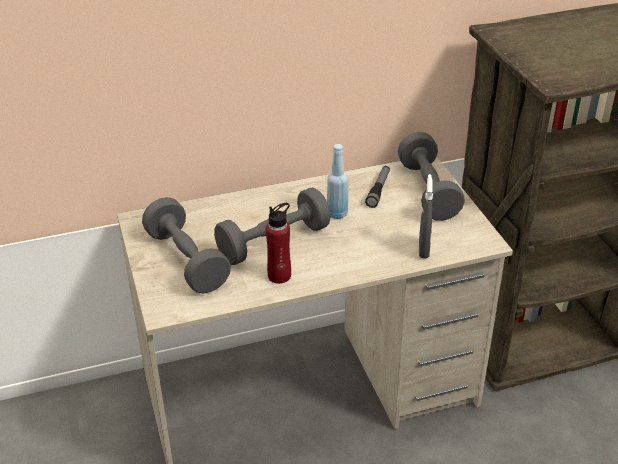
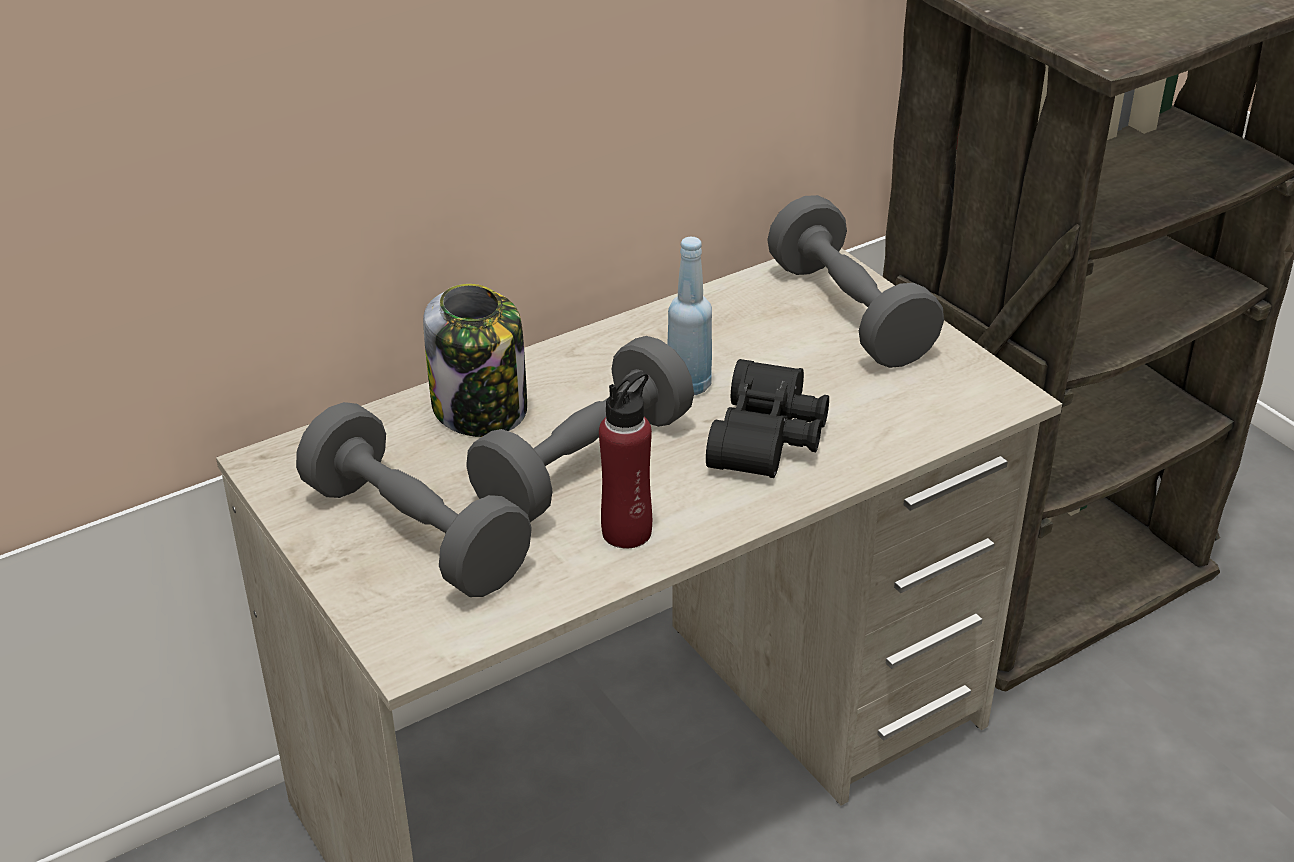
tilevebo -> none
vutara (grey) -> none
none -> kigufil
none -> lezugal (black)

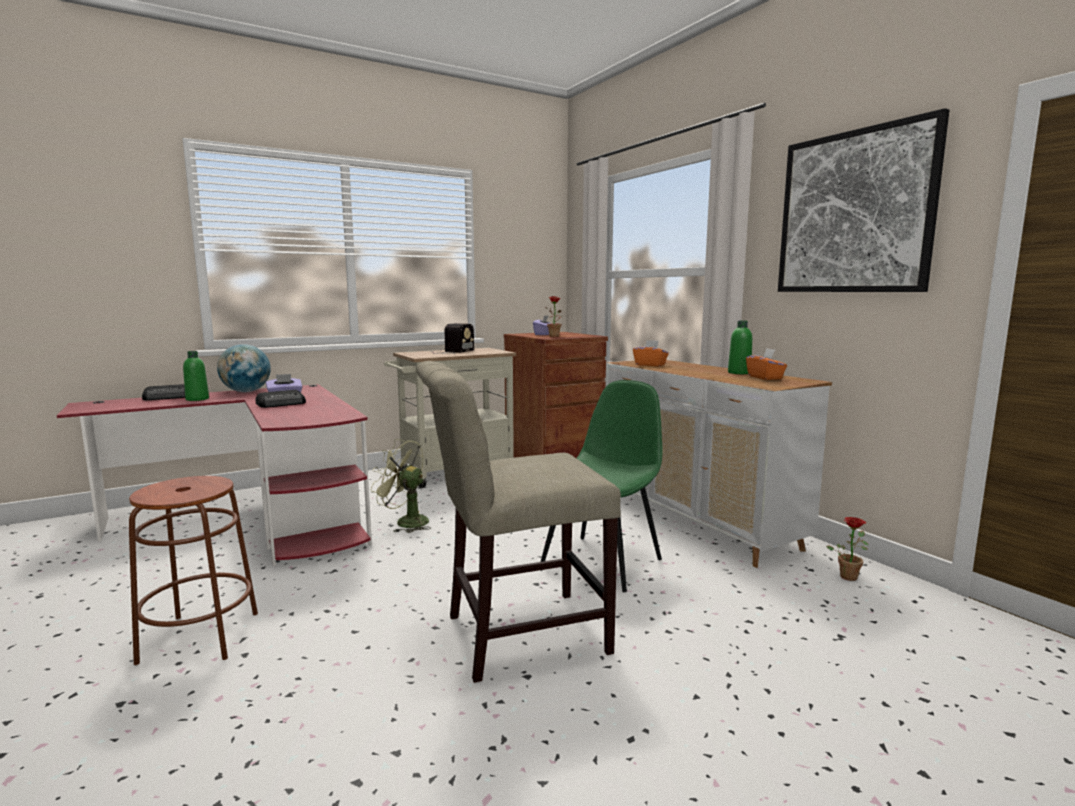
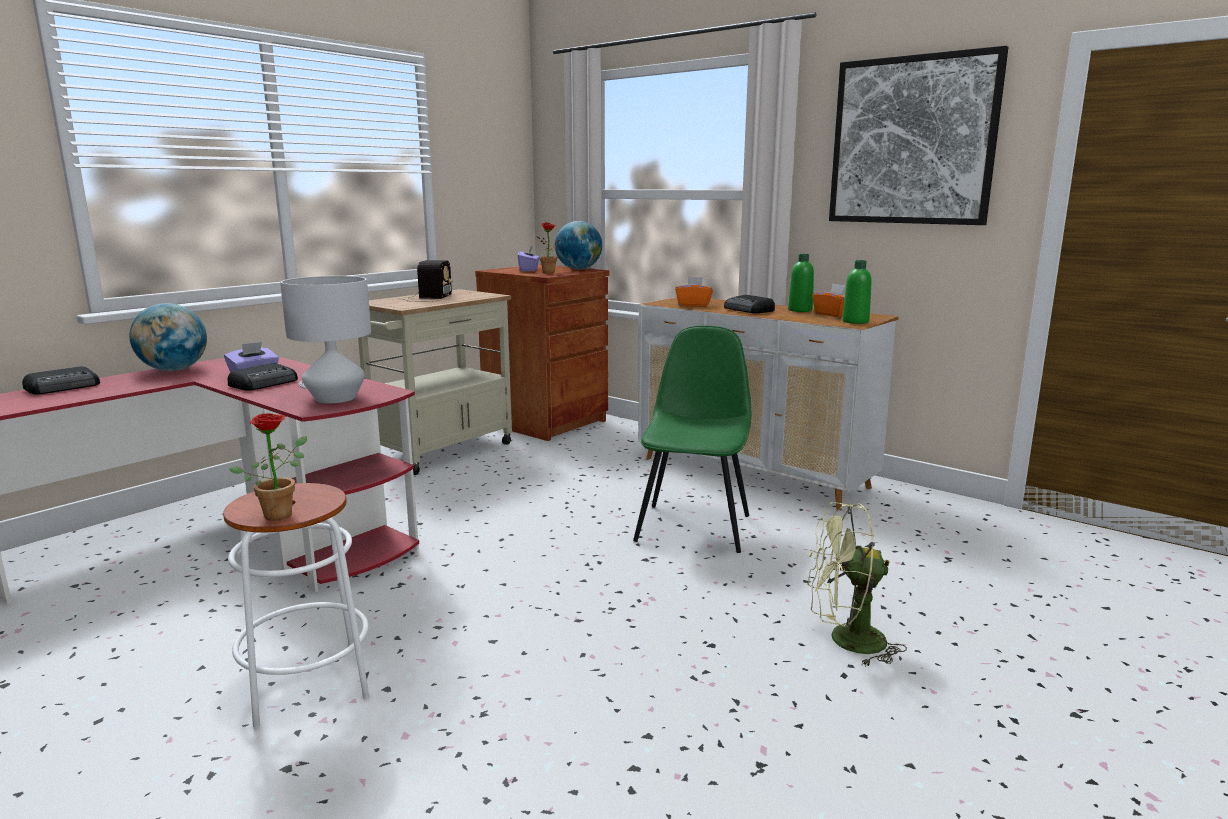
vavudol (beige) -> none
none -> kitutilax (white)
none -> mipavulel (no. 2 from left)
none -> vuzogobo (no. 4 from left)
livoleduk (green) (no. 1 from left in the first image) -> livoleduk (green) (no. 2 from left), relocated
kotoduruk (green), relocated
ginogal (no. 2 from left in the first image) -> ginogal (no. 1 from left), relocated
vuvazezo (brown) -> vuvazezo (white)

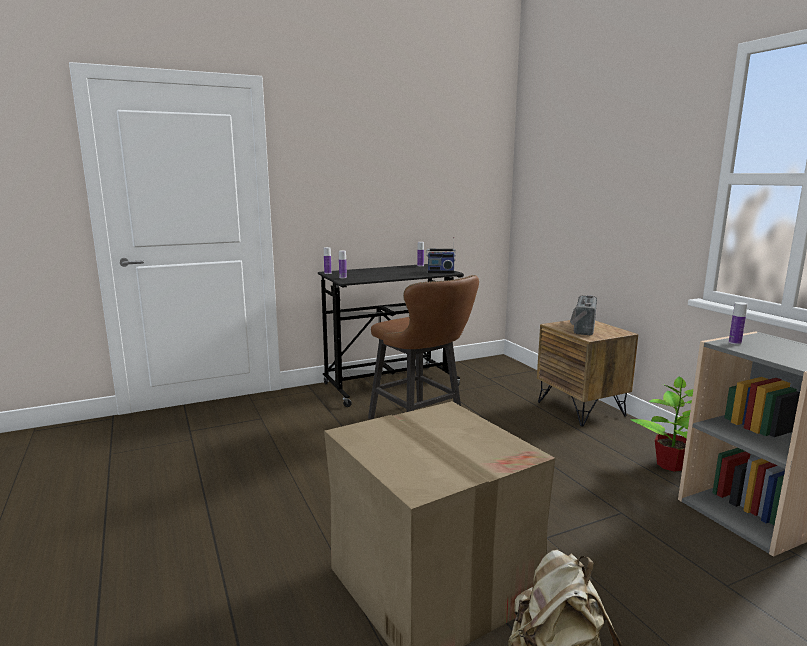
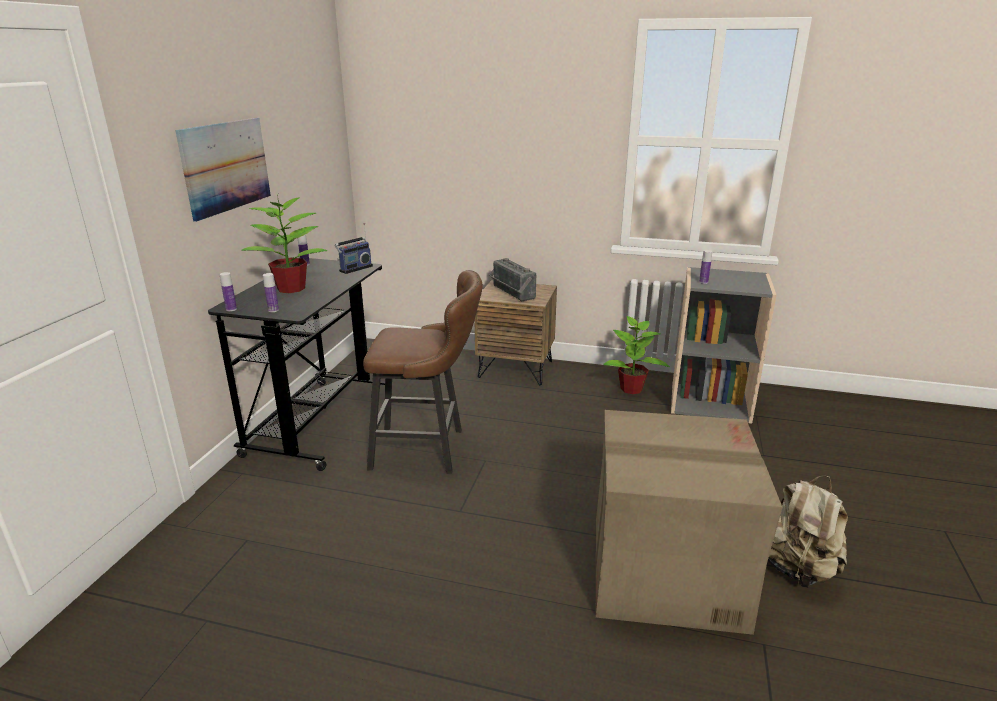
none -> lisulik
none -> ginogal (no. 1 from left)

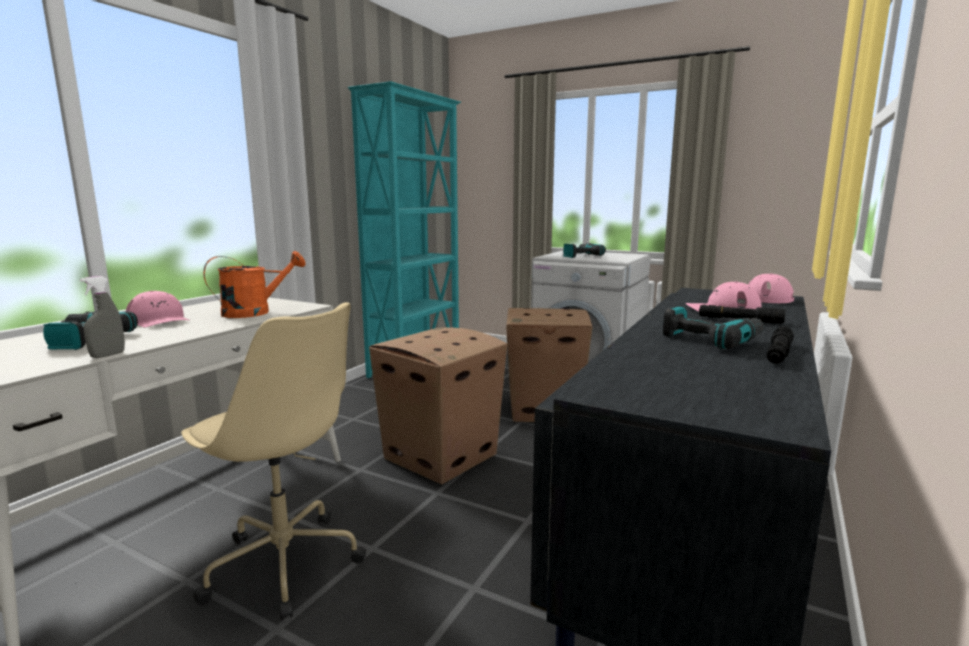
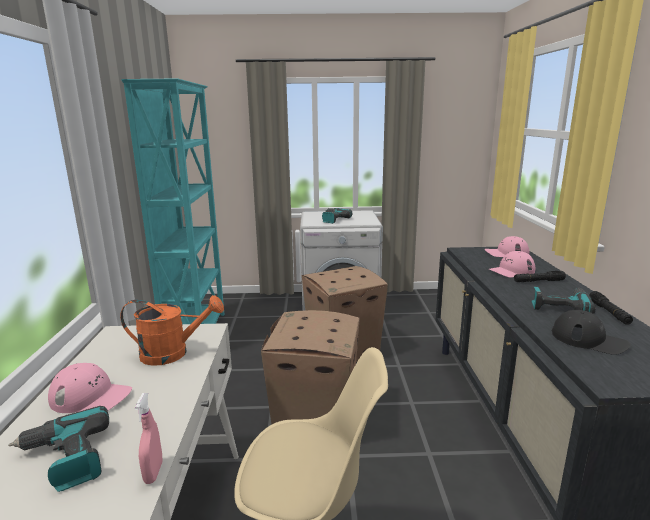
none -> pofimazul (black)
vutara (grey) -> vutara (pink)
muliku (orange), 60 degrees clockwise

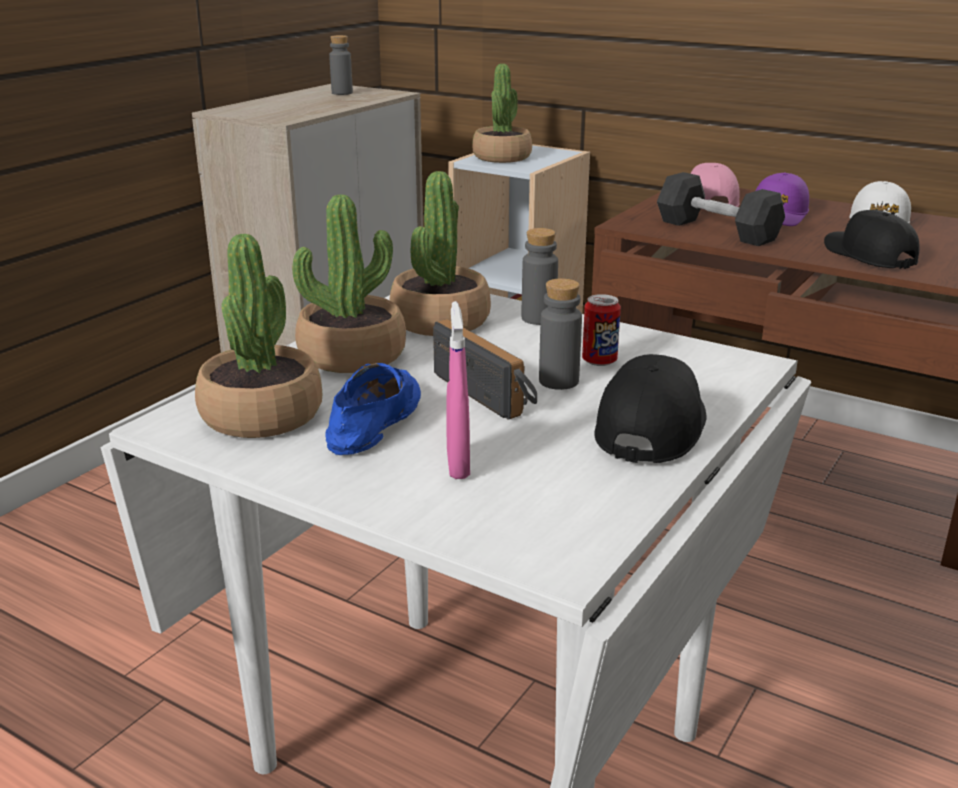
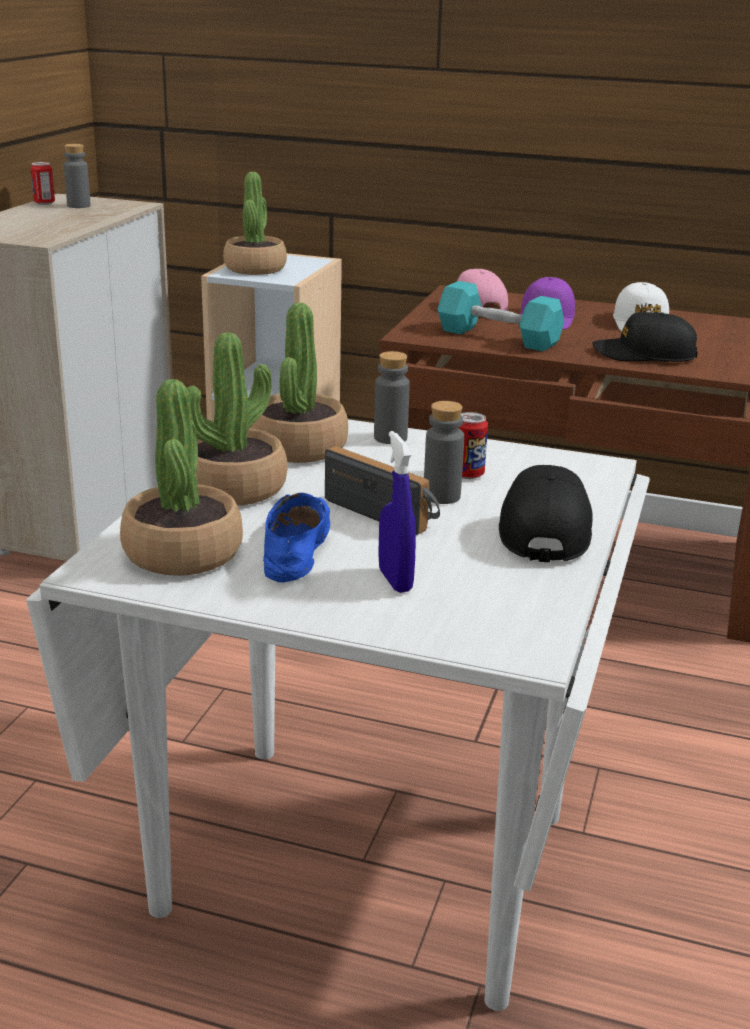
none -> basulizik (no. 1 from left)
vutara (pink) -> vutara (blue)
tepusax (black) -> tepusax (turquoise)
pofimazul (black) (no. 2 from left), 45 degrees counterclockwise

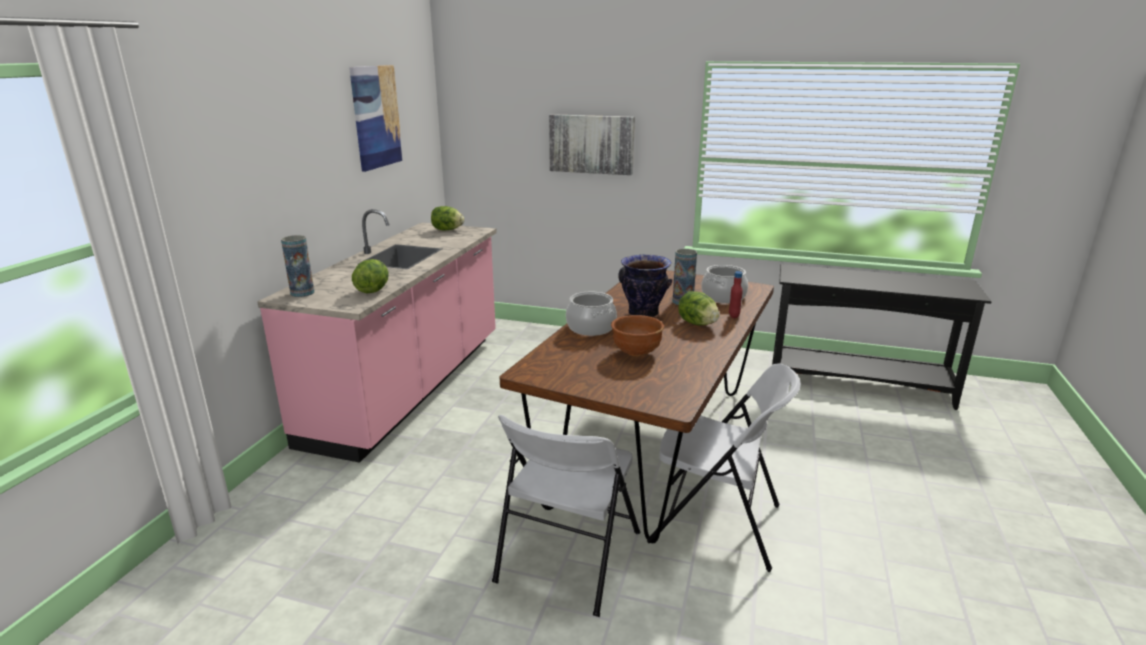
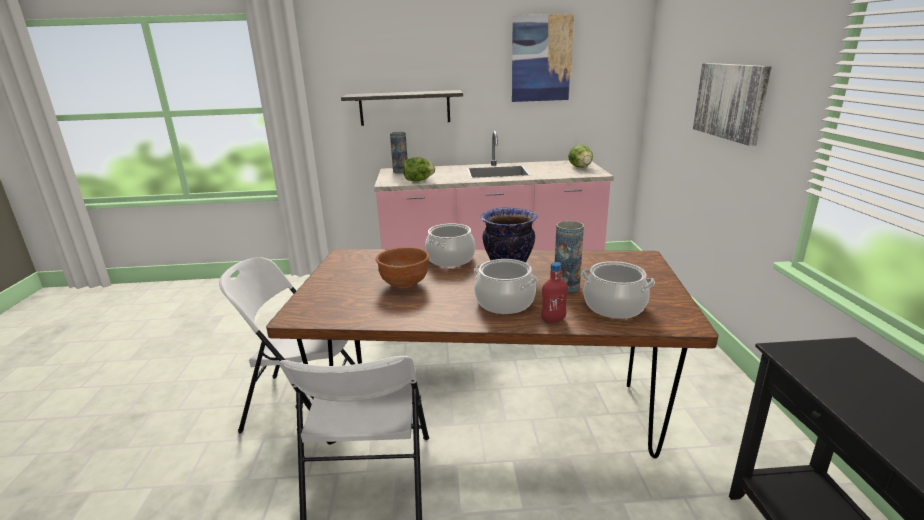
none -> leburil
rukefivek (no. 3 from left) -> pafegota (no. 2 from left)

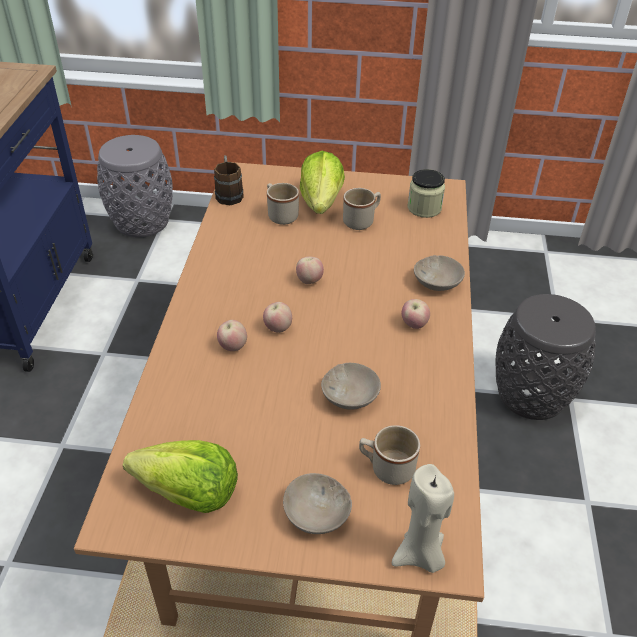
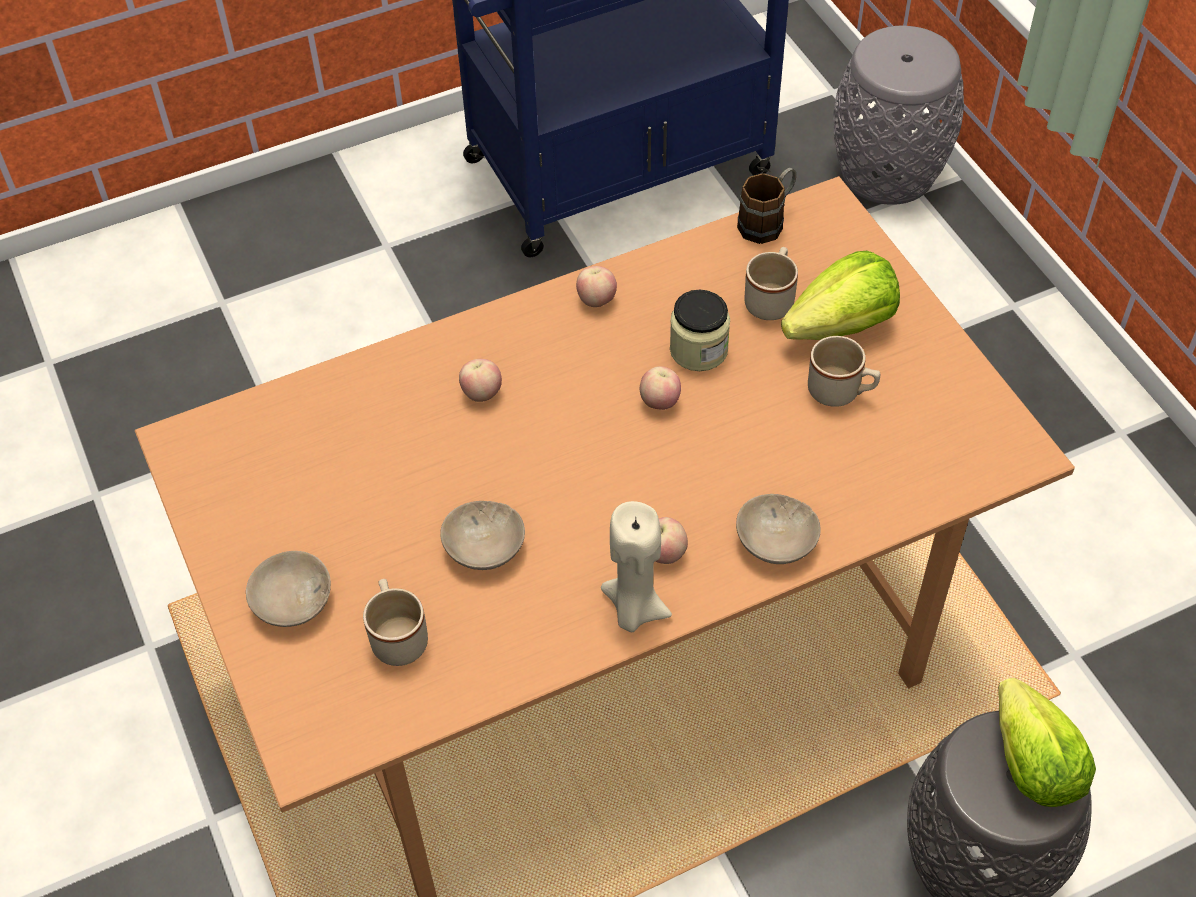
rukefivek (no. 1 from left in the first image) -> rukefivek (no. 2 from left), relocated
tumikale (no. 2 from left), relocated
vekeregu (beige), relocated
kigufil, relocated

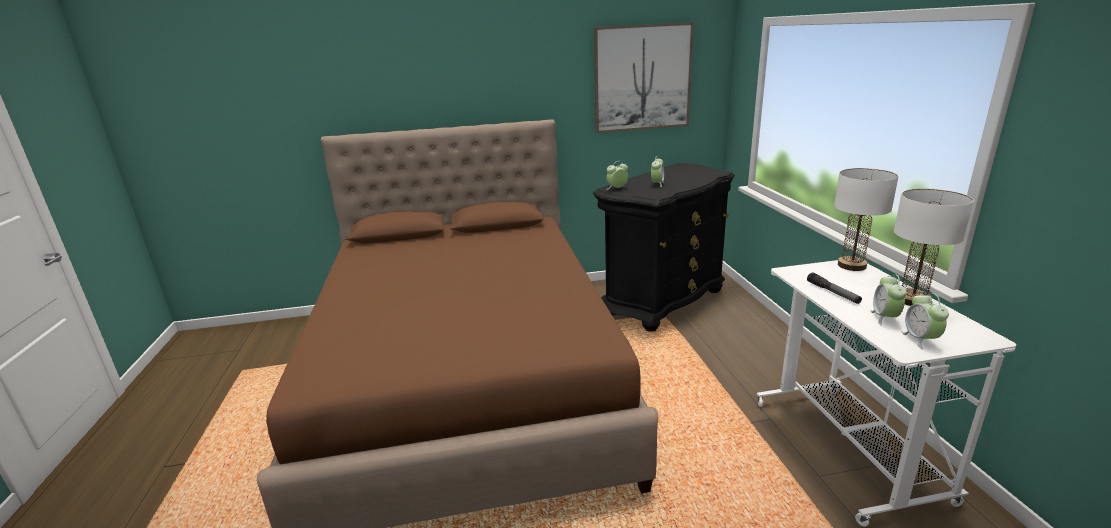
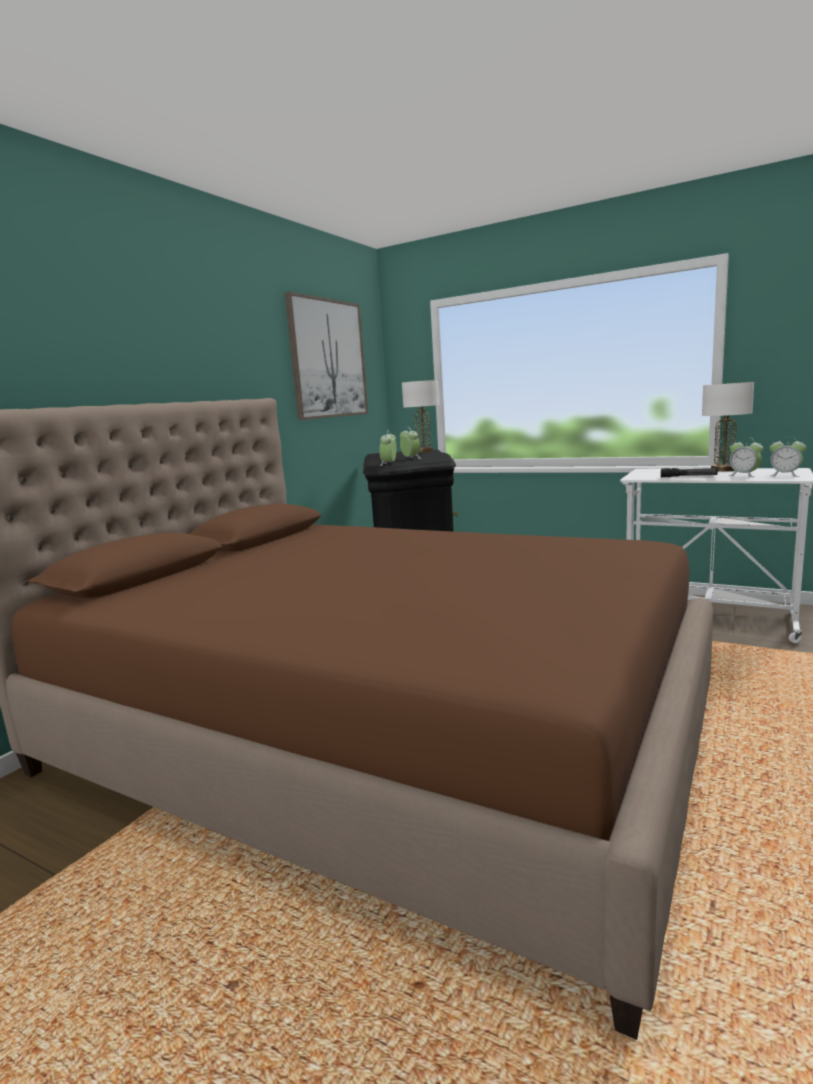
kitutilax (no. 1 from left), relocated

